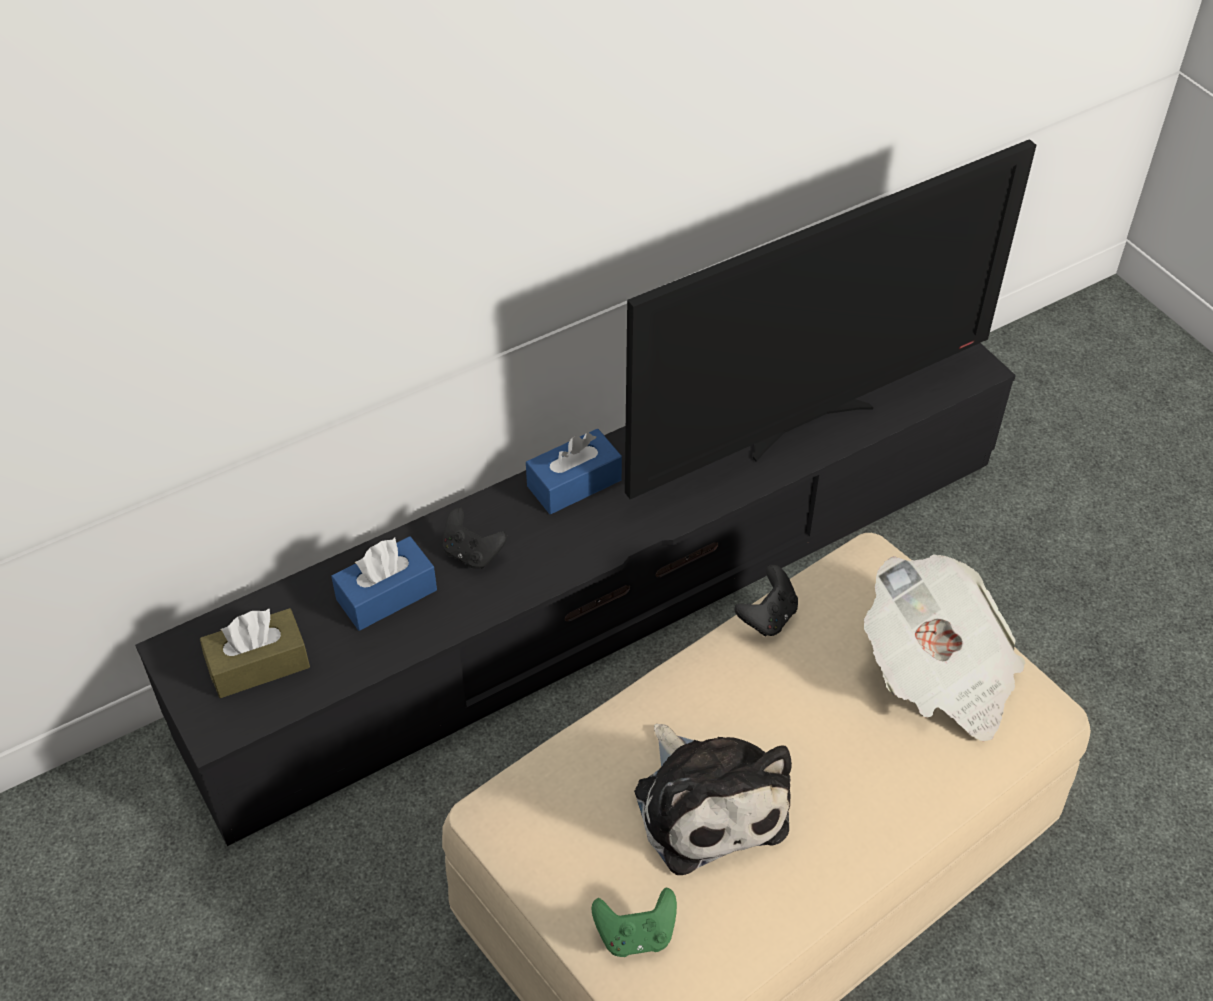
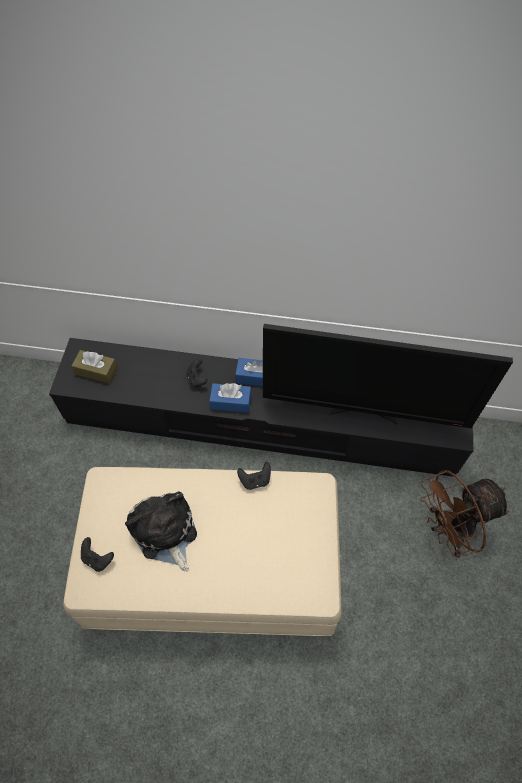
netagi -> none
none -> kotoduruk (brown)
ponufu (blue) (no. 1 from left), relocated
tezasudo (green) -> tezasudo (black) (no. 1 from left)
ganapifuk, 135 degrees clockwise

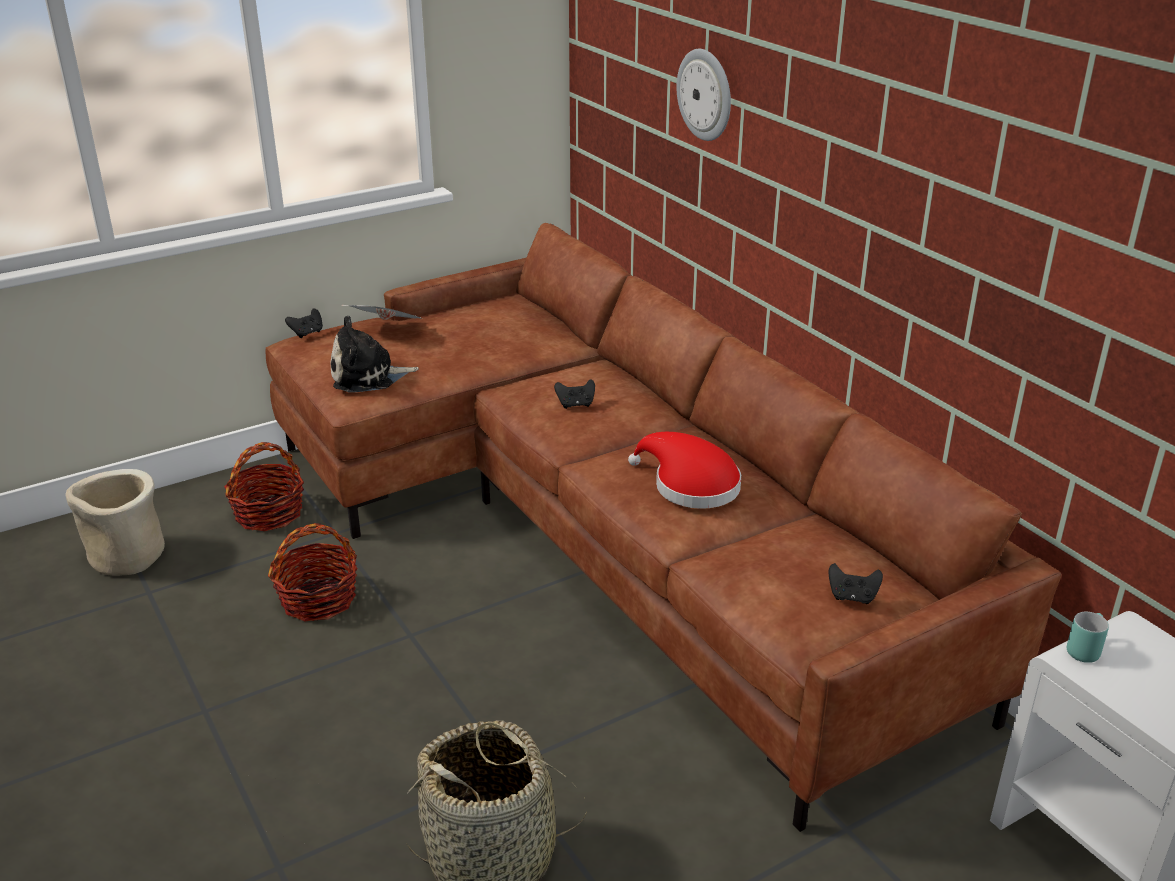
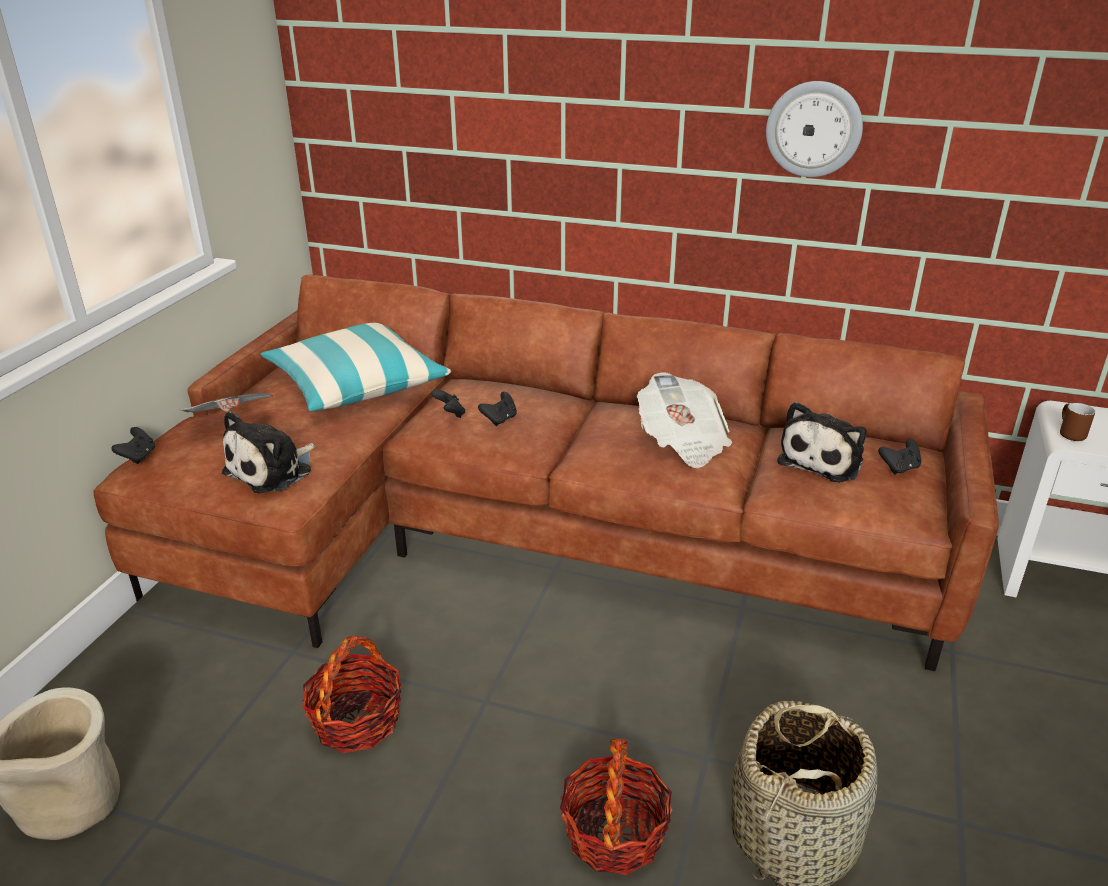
none -> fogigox
none -> tezasudo (black) (no. 2 from left)
none -> ganapifuk (no. 2 from left)
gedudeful (no. 1 from left in the first image) -> gedudeful (no. 2 from left), relocated
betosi, relocated
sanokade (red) -> netagi (no. 2 from left)
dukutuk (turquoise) -> dukutuk (brown)

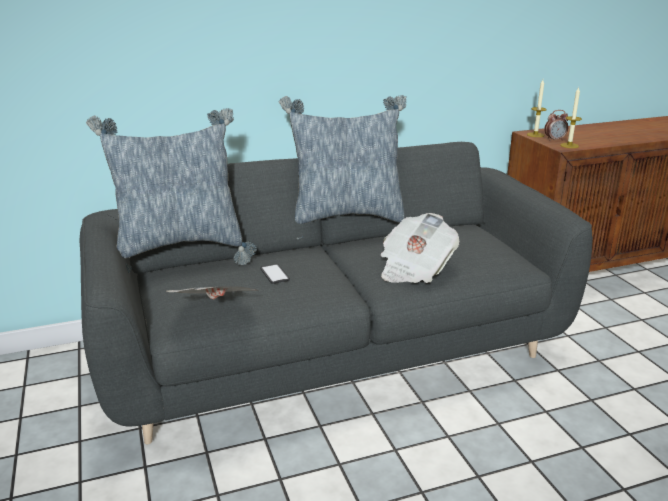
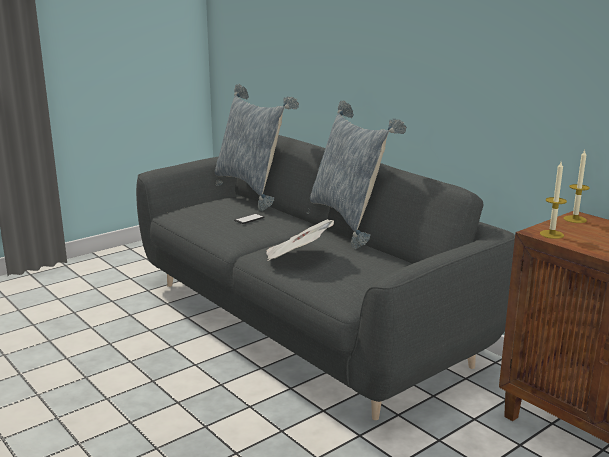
netagi (no. 1 from left) -> none
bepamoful -> none

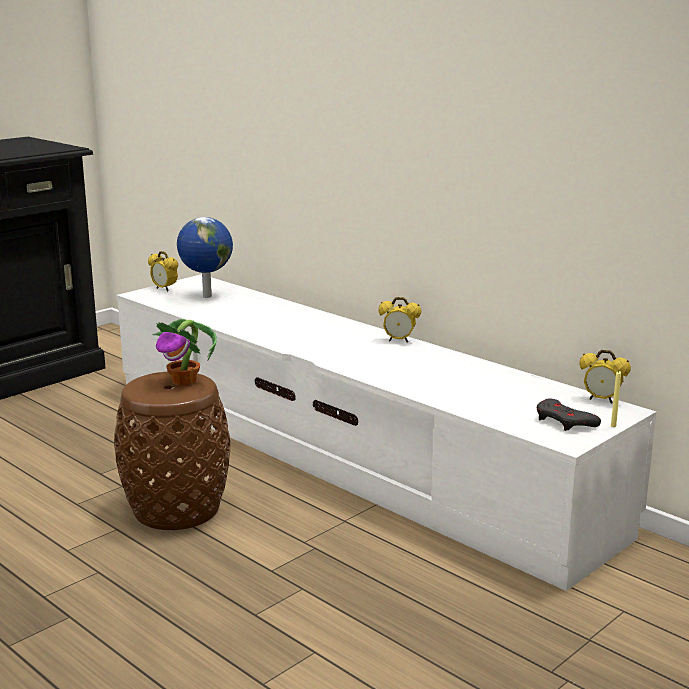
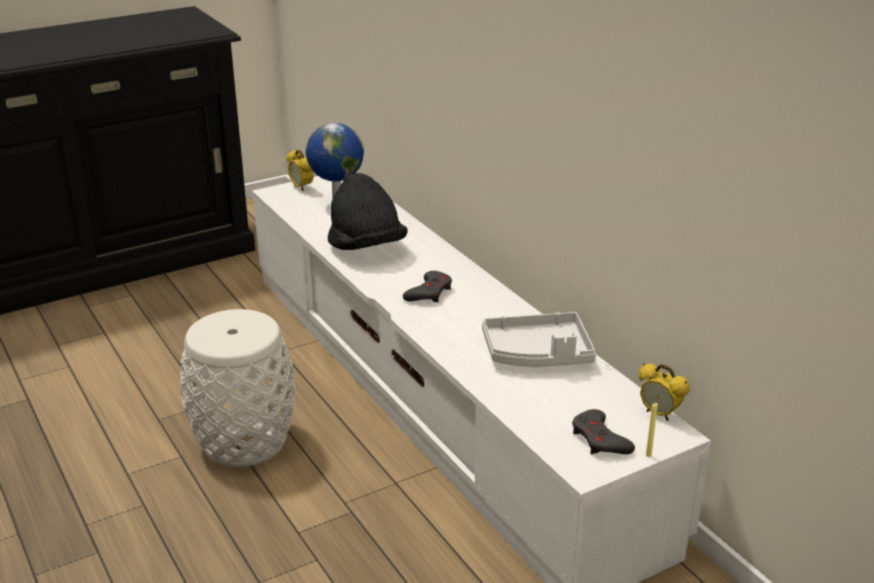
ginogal -> none
bepamoful (no. 2 from left) -> none
none -> sanokade (black)
none -> tezasudo (grey) (no. 1 from left)
none -> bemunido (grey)
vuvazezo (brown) -> vuvazezo (white)

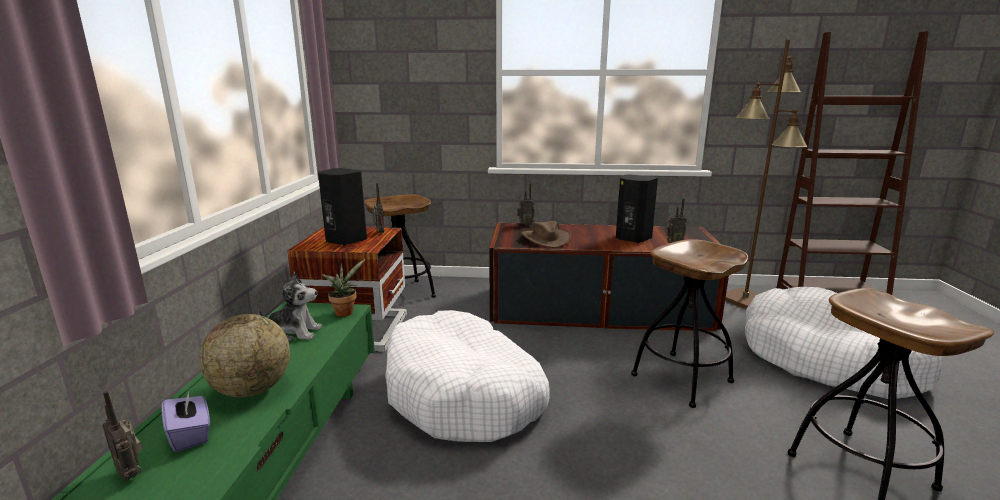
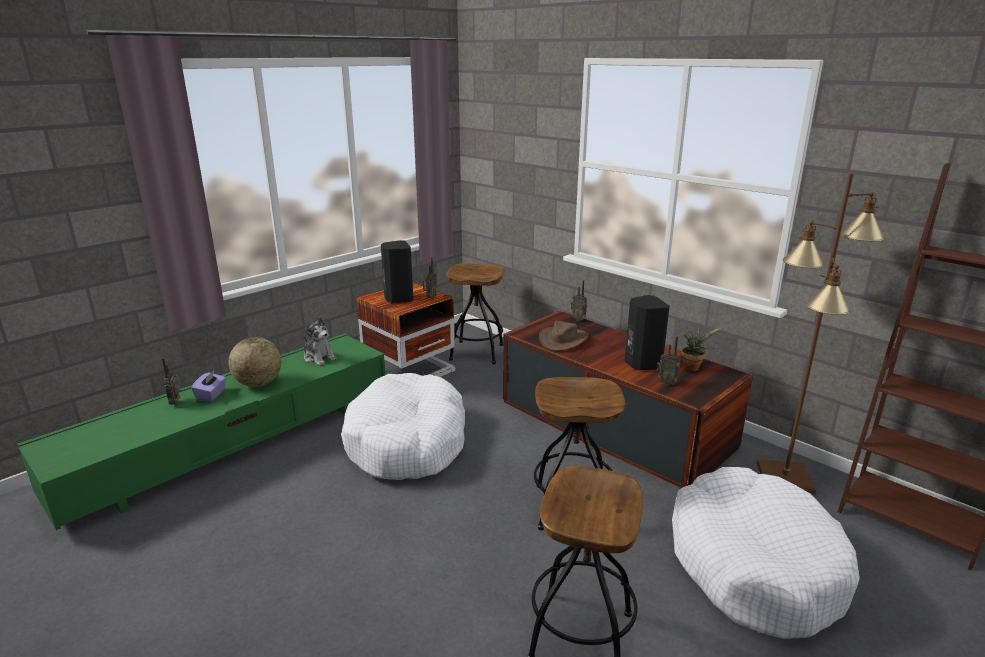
ginogal, relocated

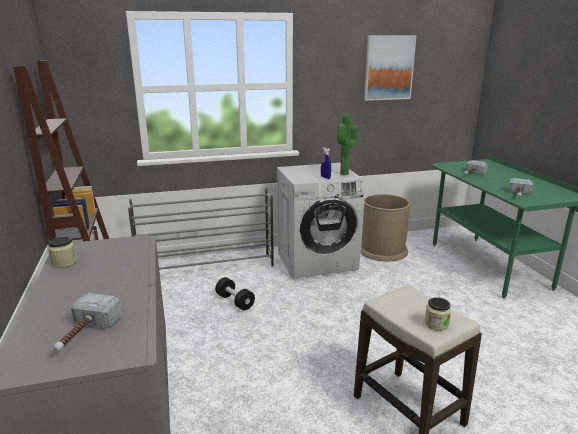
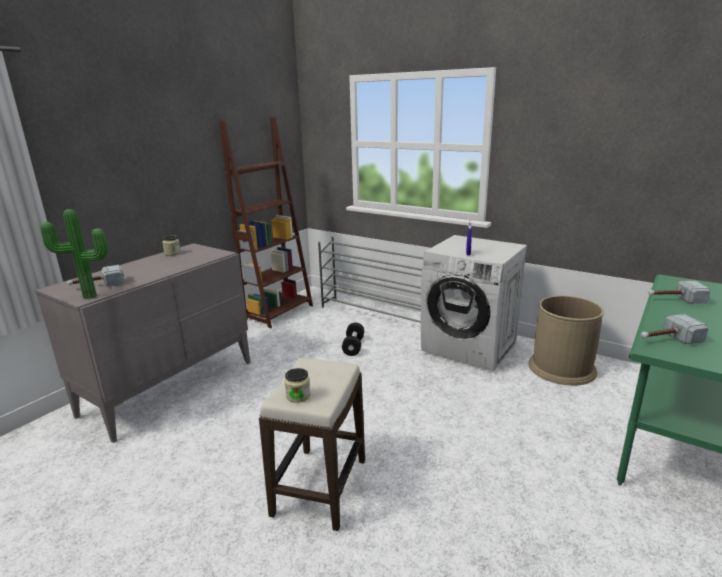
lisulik -> none
ginogal, relocated

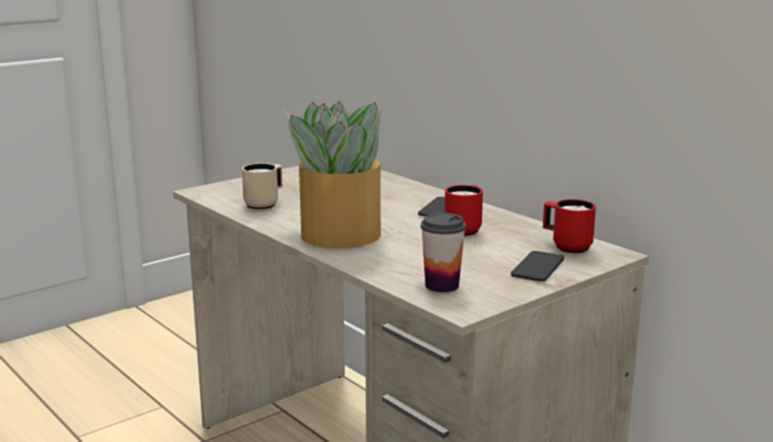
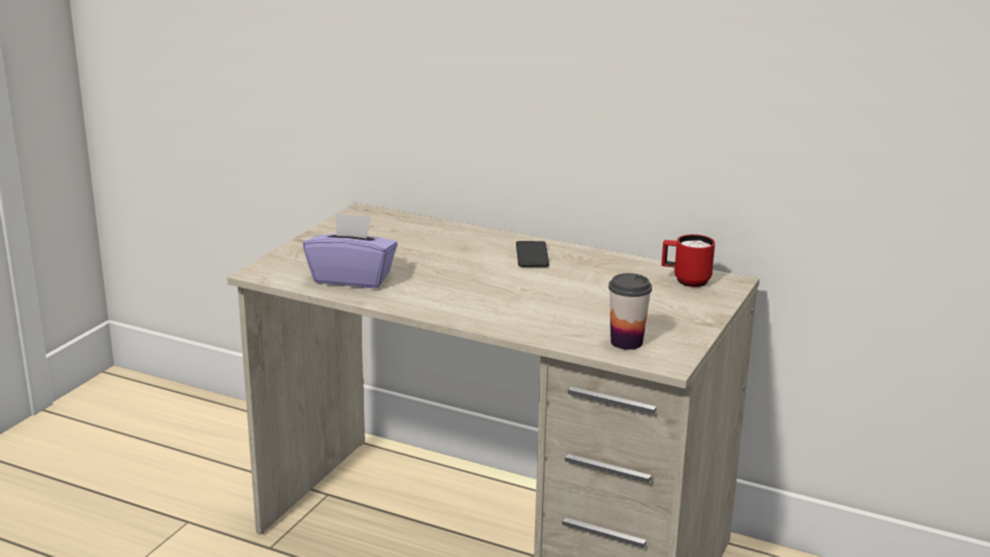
ginogal -> none
dukutuk (red) (no. 1 from left) -> none
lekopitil (no. 2 from left) -> none
dukutuk (beige) -> ponufu (purple)

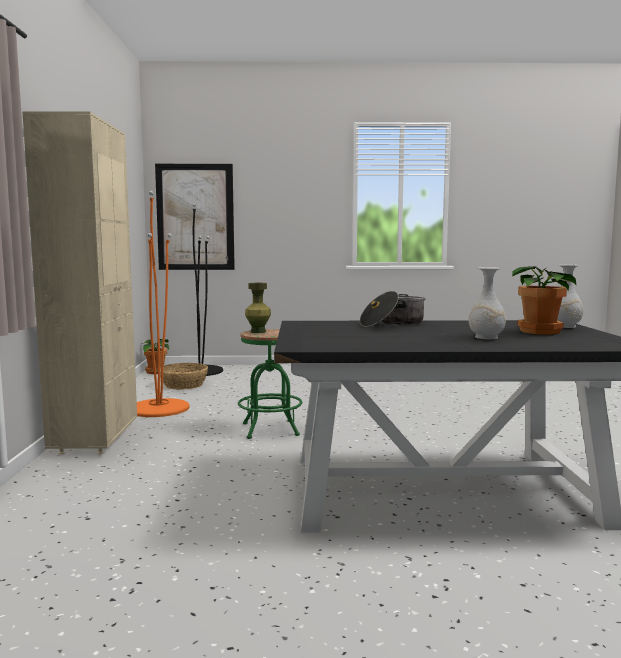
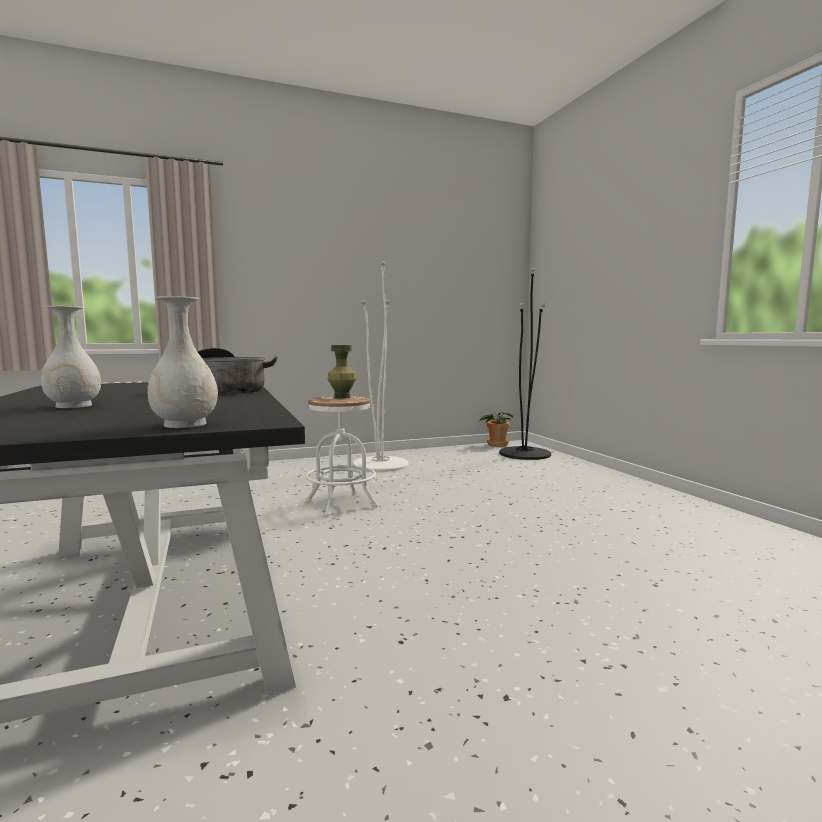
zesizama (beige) -> none
lisulik -> none
gedudeful -> none
ginogal (no. 2 from left) -> none
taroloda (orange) -> taroloda (white)
vuvazezo (green) -> vuvazezo (white)

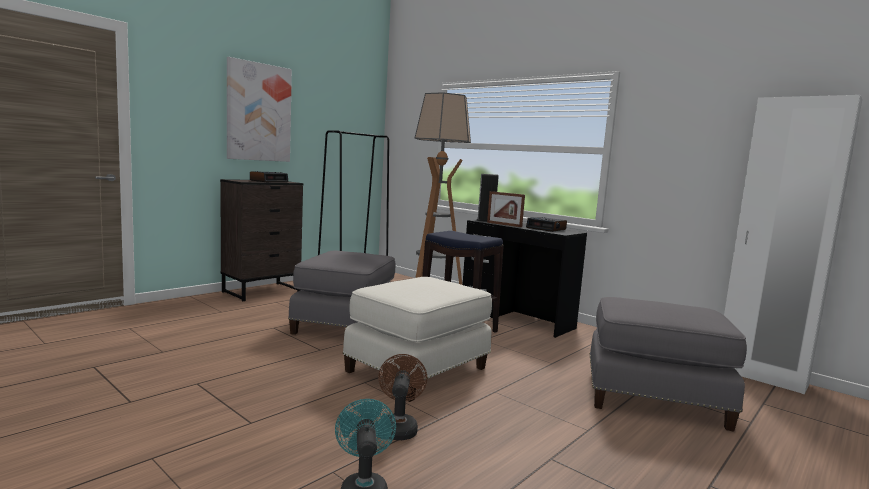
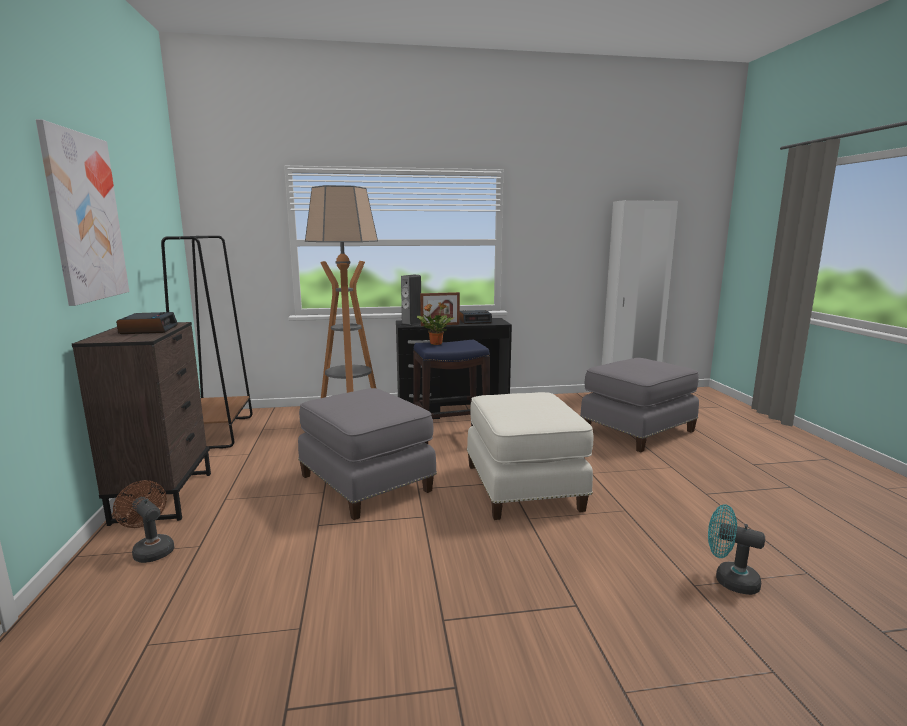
none -> ginogal
kotoduruk (brown), relocated

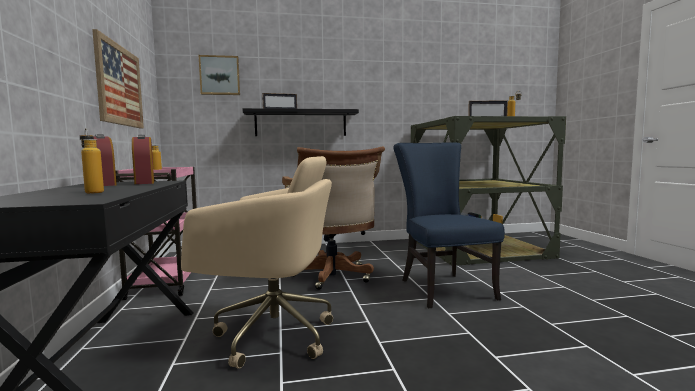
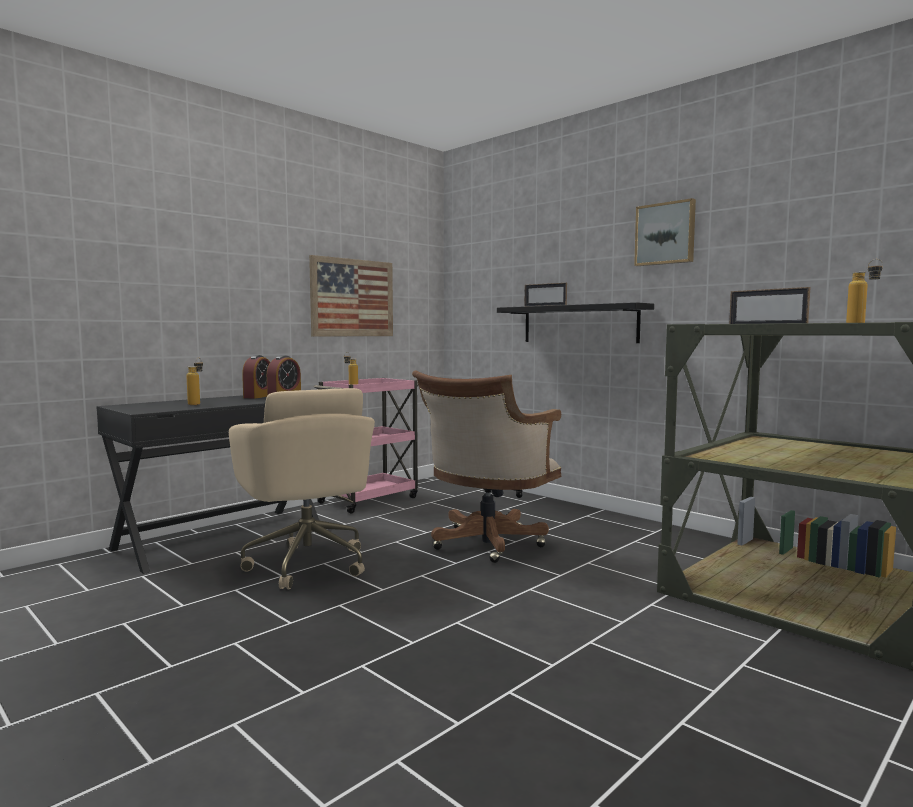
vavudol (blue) -> none
lisulik (no. 2 from left), relocated

